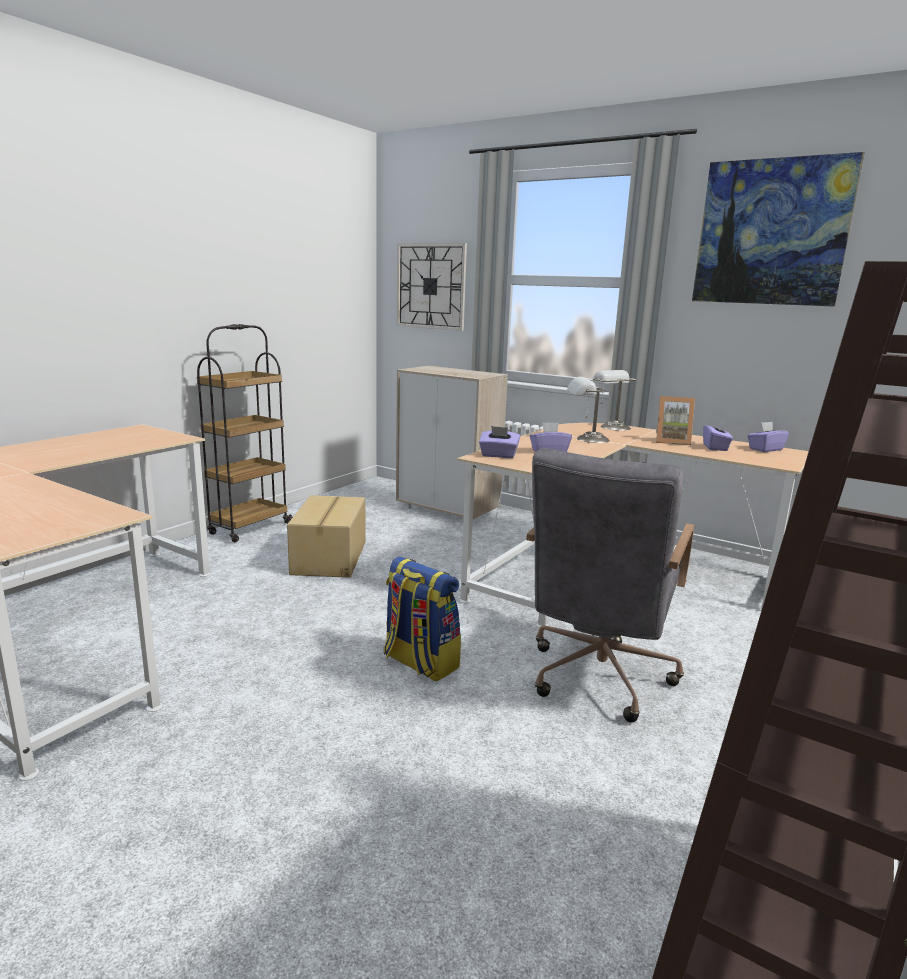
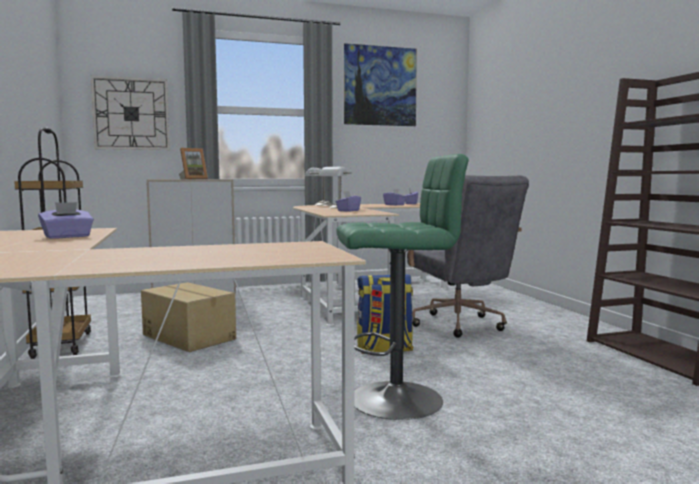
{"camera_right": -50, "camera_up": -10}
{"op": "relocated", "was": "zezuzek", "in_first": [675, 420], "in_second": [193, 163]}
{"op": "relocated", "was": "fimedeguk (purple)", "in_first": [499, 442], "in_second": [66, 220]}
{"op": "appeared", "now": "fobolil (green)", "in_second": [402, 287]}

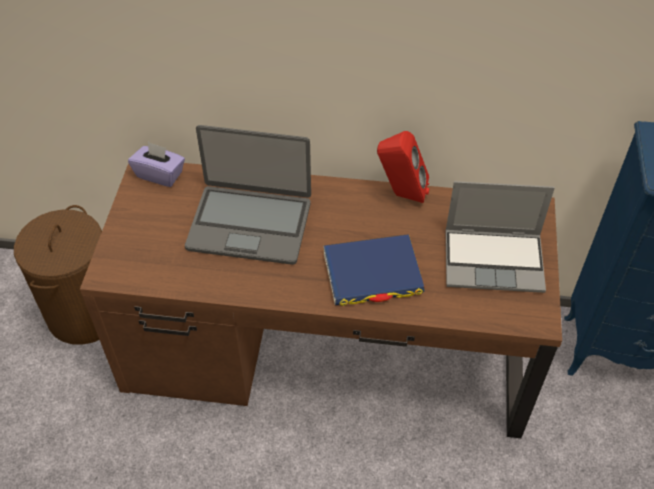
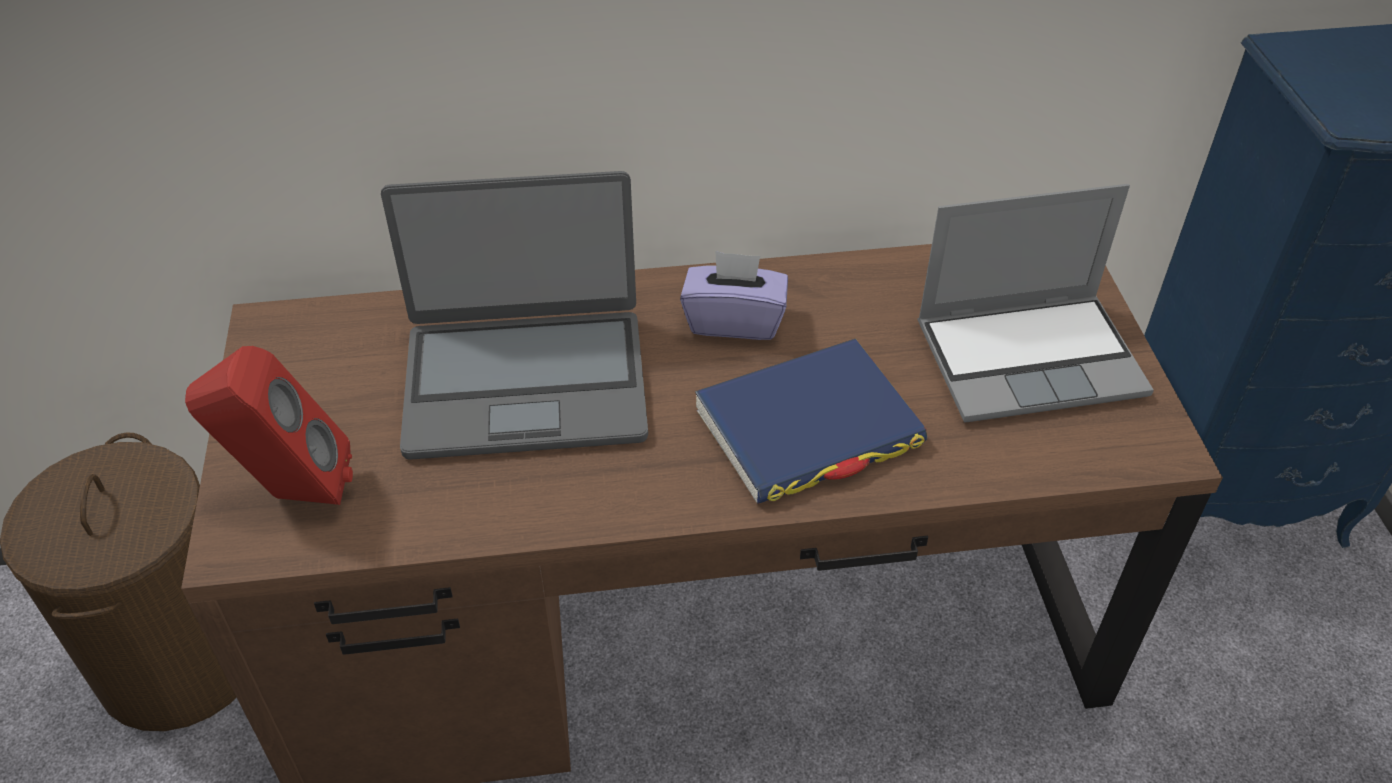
{"camera_right": -15, "camera_up": -5}
{"op": "relocated", "was": "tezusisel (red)", "in_first": [403, 167], "in_second": [269, 425]}
{"op": "relocated", "was": "fimedeguk (purple)", "in_first": [156, 164], "in_second": [734, 295]}

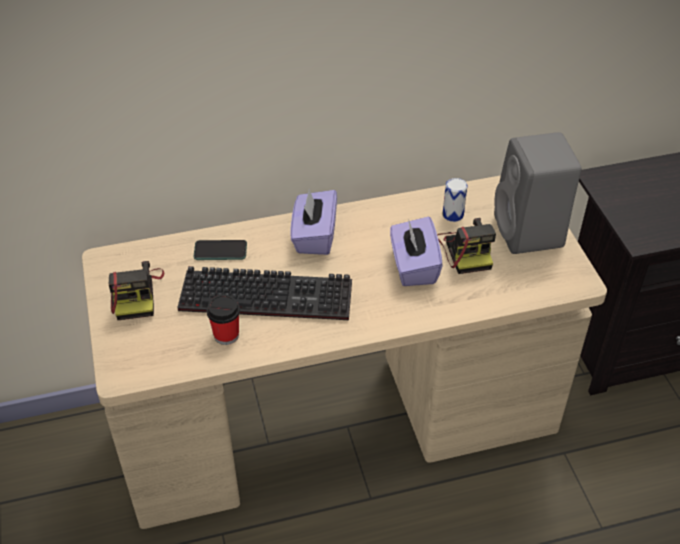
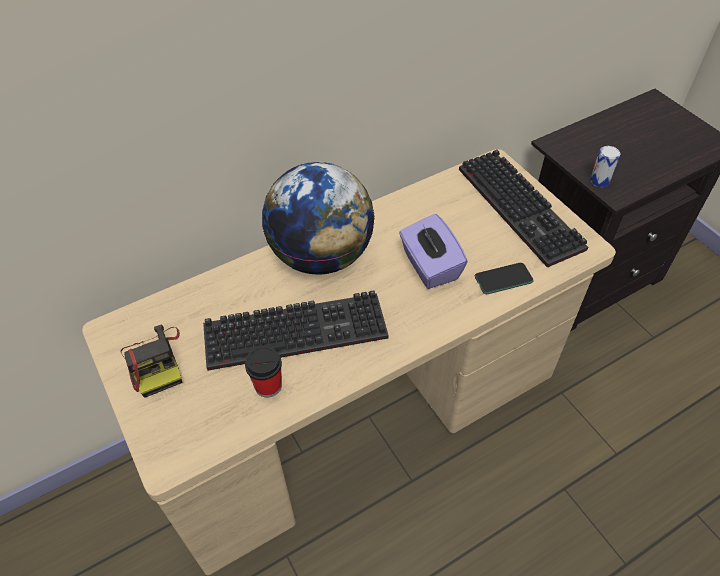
{"camera_right": -15, "camera_up": 5}
{"op": "exchanged", "was": "tezusisel (grey)", "now": "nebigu", "in_first": [537, 193], "in_second": [523, 209]}
{"op": "relocated", "was": "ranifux", "in_first": [455, 200], "in_second": [605, 166]}
{"op": "exchanged", "was": "fimedeguk (purple)", "now": "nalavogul", "in_first": [313, 222], "in_second": [318, 218]}
{"op": "missing", "was": "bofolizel", "in_first": [466, 246]}
{"op": "relocated", "was": "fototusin", "in_first": [220, 250], "in_second": [504, 278]}

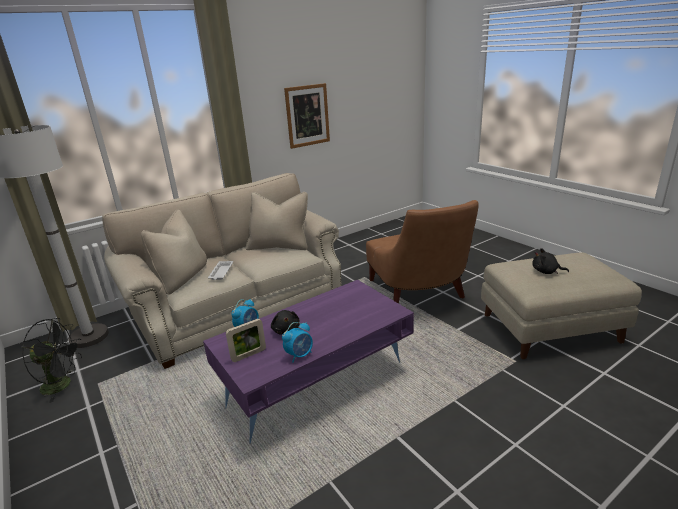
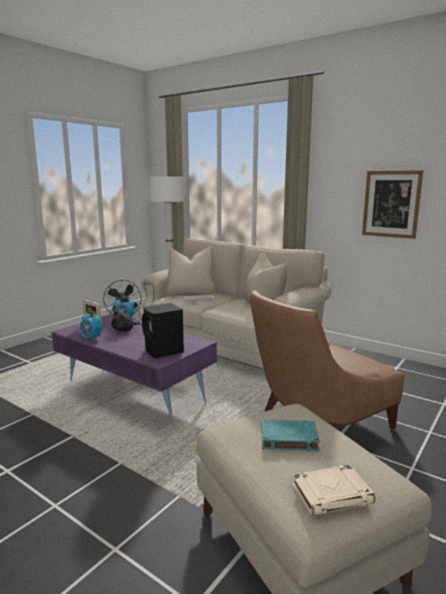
{"camera_right": 70, "camera_up": -10}
{"op": "exchanged", "was": "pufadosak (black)", "now": "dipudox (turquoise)", "in_first": [550, 261], "in_second": [290, 435]}
{"op": "appeared", "now": "tezusisel (black)", "in_second": [163, 330]}
{"op": "appeared", "now": "dipudox (beige)", "in_second": [333, 490]}

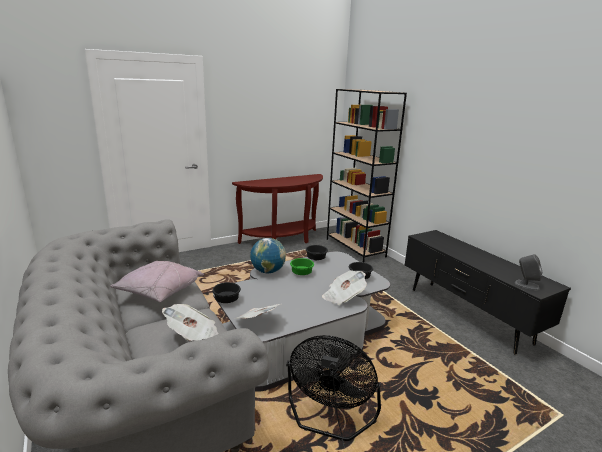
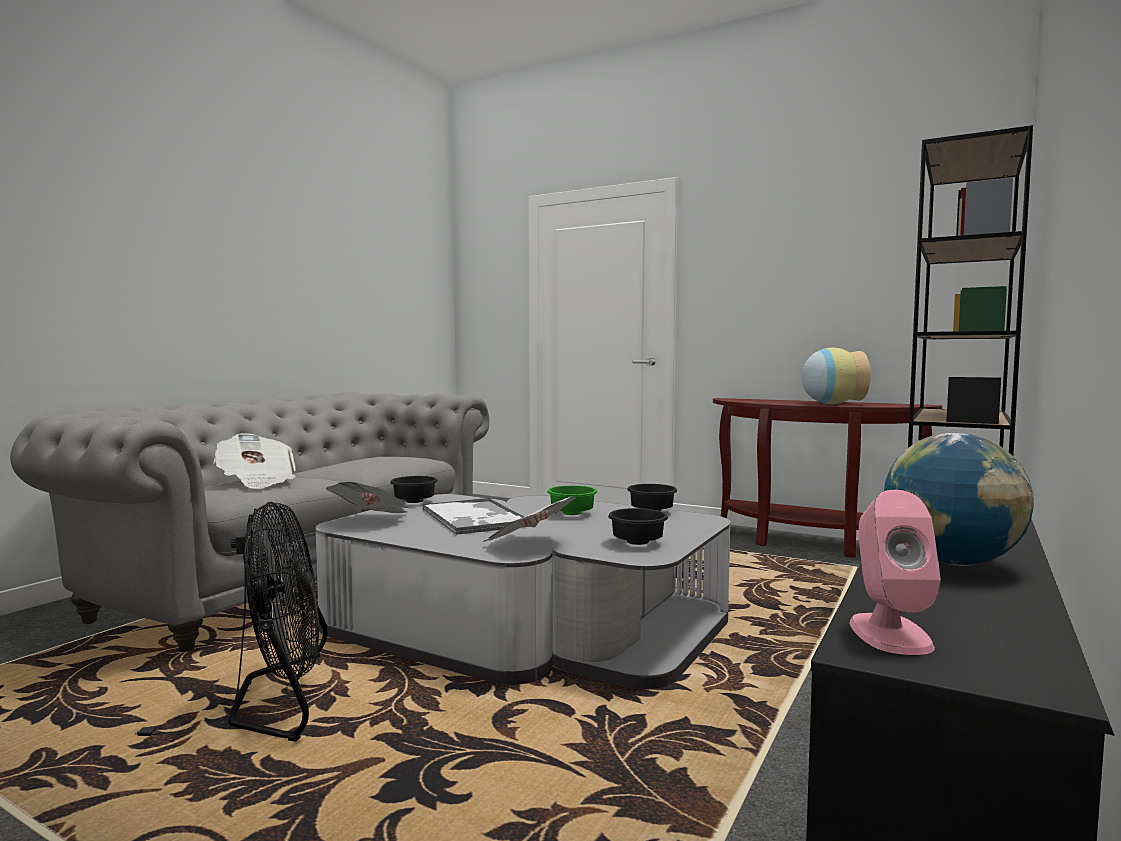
{"camera_right": 60, "camera_up": -15}
{"op": "relocated", "was": "nalavogul", "in_first": [268, 255], "in_second": [959, 499]}
{"op": "colour", "was": "tezusisel (grey)", "now": "tezusisel (pink)", "in_first": [528, 272], "in_second": [895, 572]}
{"op": "missing", "was": "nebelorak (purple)", "in_first": [157, 281]}
{"op": "appeared", "now": "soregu", "in_second": [836, 376]}
{"op": "appeared", "now": "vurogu", "in_second": [474, 516]}

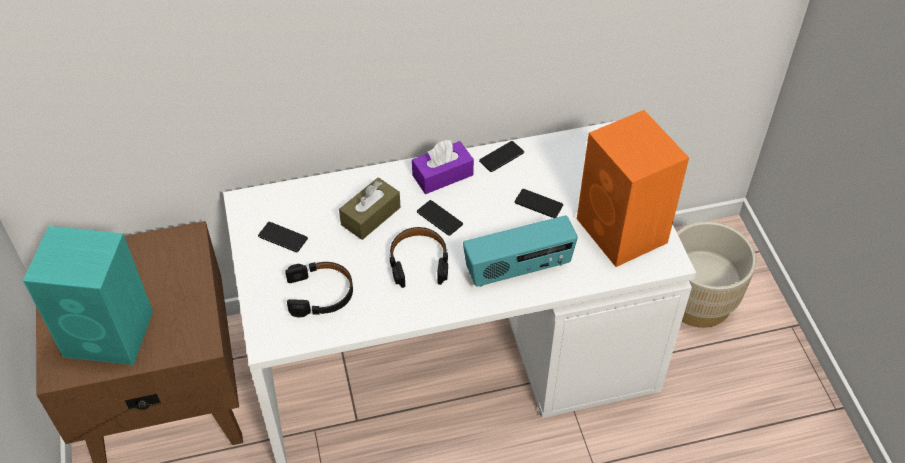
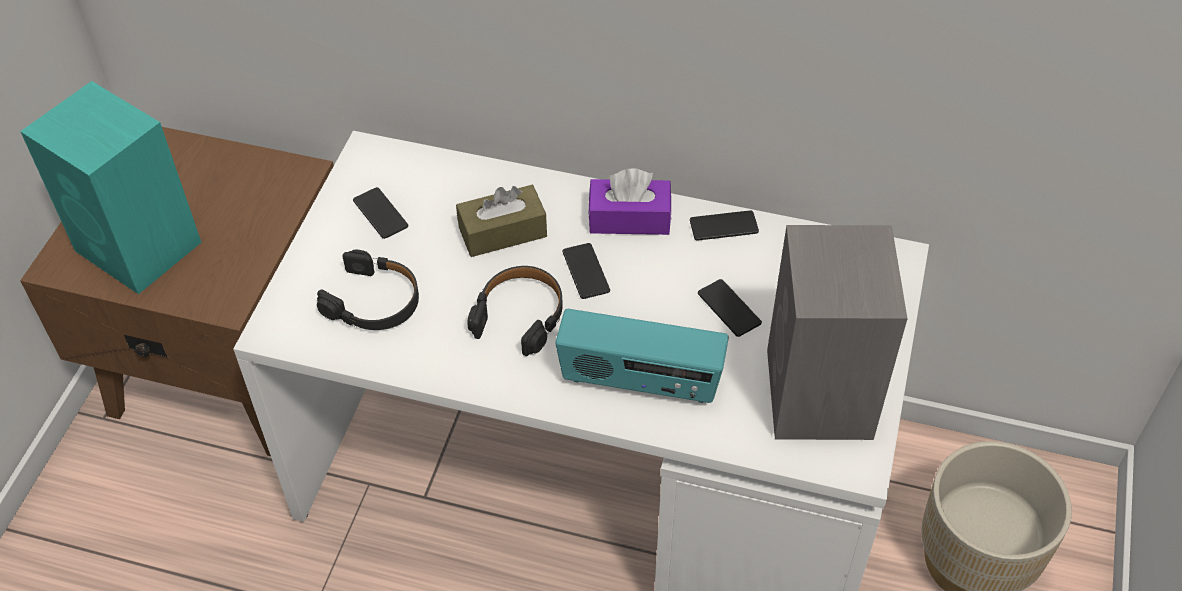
{"camera_right": 30, "camera_up": 0}
{"op": "colour", "was": "tezusisel (orange)", "now": "tezusisel (grey)", "in_first": [633, 188], "in_second": [837, 332]}

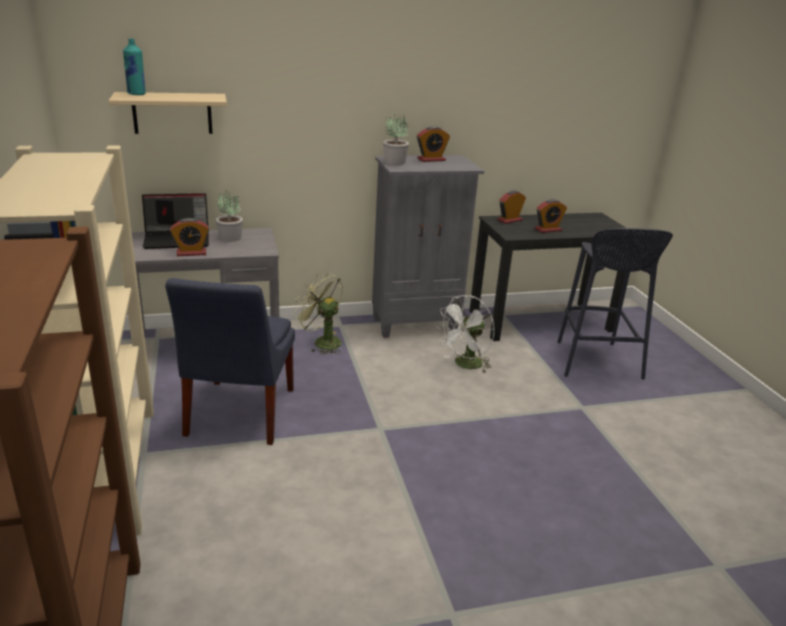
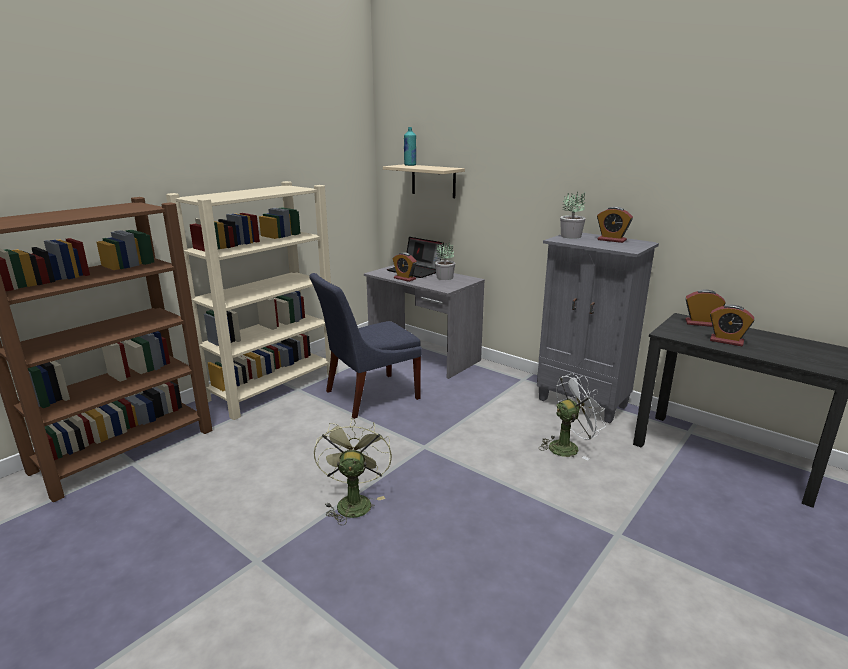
{"camera_right": 55, "camera_up": -5}
{"op": "missing", "was": "fobolil (grey)", "in_first": [615, 304]}
{"op": "relocated", "was": "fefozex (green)", "in_first": [318, 314], "in_second": [353, 471]}
{"op": "spun", "was": "fefozex (white)", "in_first": [466, 334], "in_second": [572, 417], "clockwise": 150}

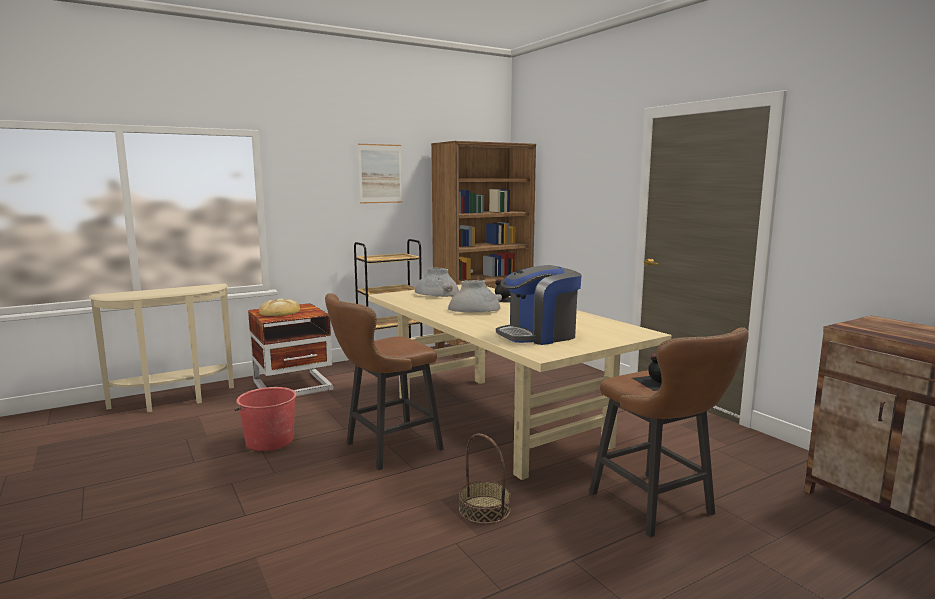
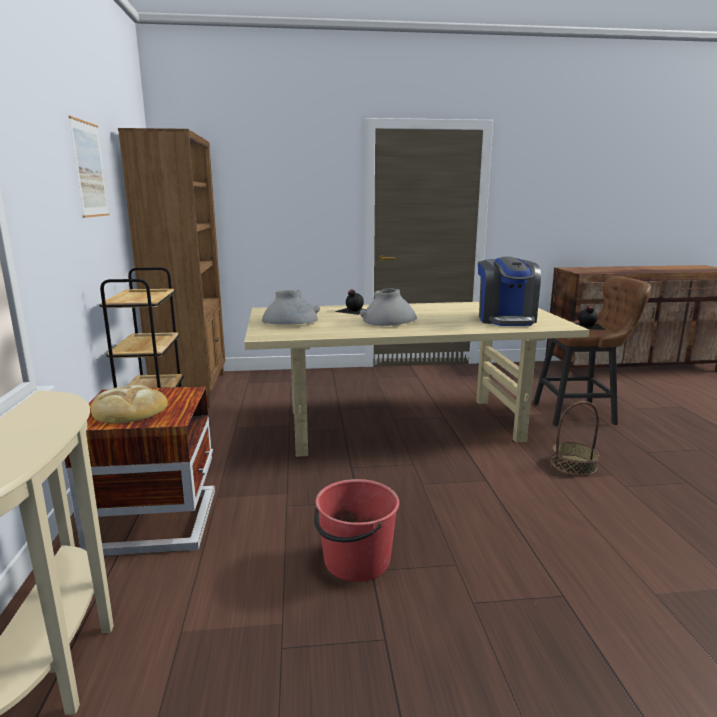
{"camera_right": -65, "camera_up": 5}
{"op": "missing", "was": "fobolil (brown)", "in_first": [384, 381]}

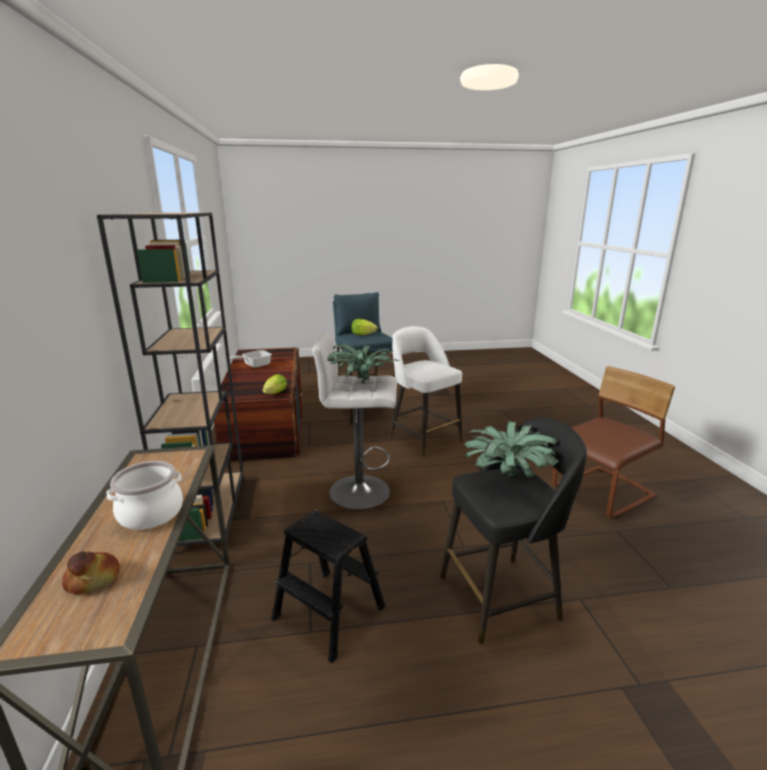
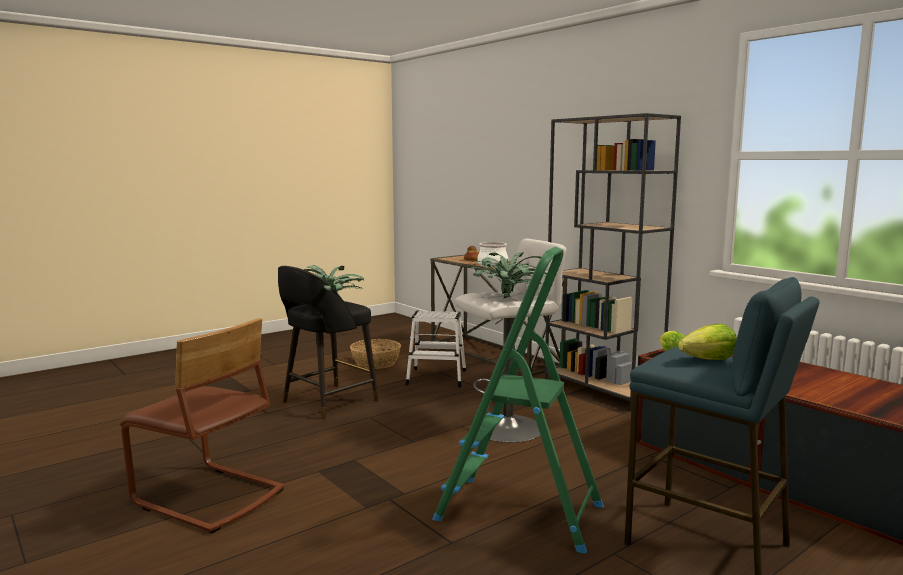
{"camera_right": 150, "camera_up": -10}
{"op": "exchanged", "was": "fobolil (white)", "now": "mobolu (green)", "in_first": [426, 391], "in_second": [518, 400]}
{"op": "missing", "was": "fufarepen", "in_first": [250, 359]}
{"op": "spun", "was": "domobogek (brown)", "in_first": [613, 442], "in_second": [202, 426], "clockwise": -90}
{"op": "colour", "was": "mobolu (black)", "now": "mobolu (white)", "in_first": [328, 586], "in_second": [435, 349]}
{"op": "appeared", "now": "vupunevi", "in_second": [375, 354]}

